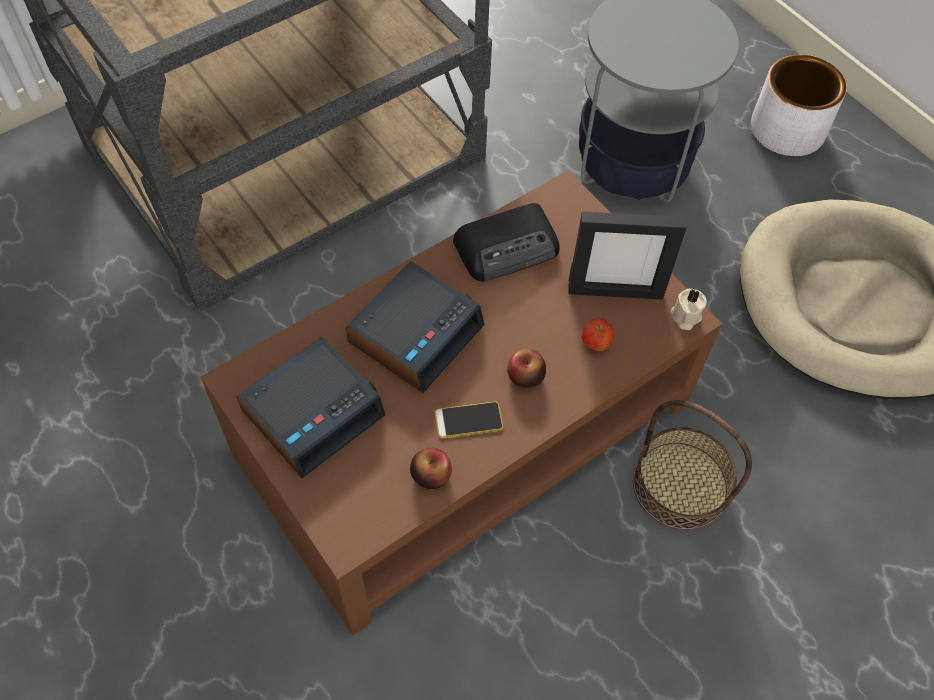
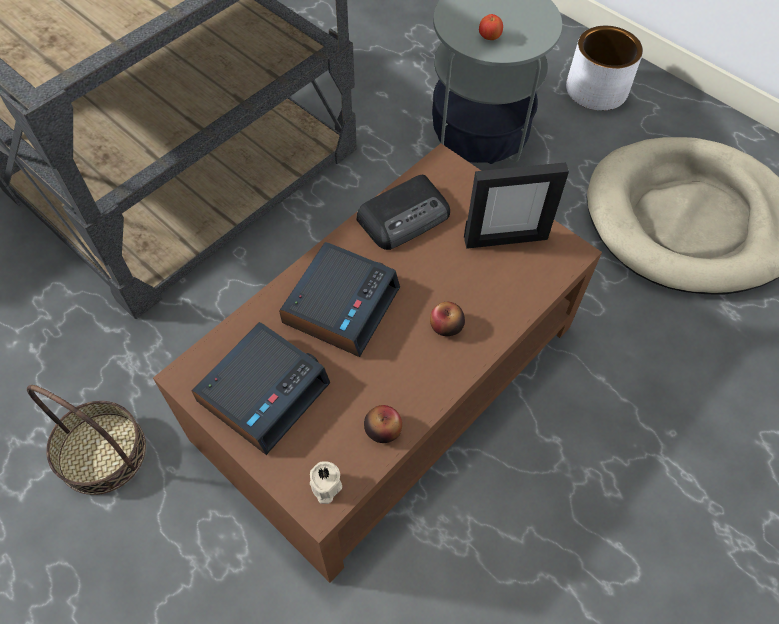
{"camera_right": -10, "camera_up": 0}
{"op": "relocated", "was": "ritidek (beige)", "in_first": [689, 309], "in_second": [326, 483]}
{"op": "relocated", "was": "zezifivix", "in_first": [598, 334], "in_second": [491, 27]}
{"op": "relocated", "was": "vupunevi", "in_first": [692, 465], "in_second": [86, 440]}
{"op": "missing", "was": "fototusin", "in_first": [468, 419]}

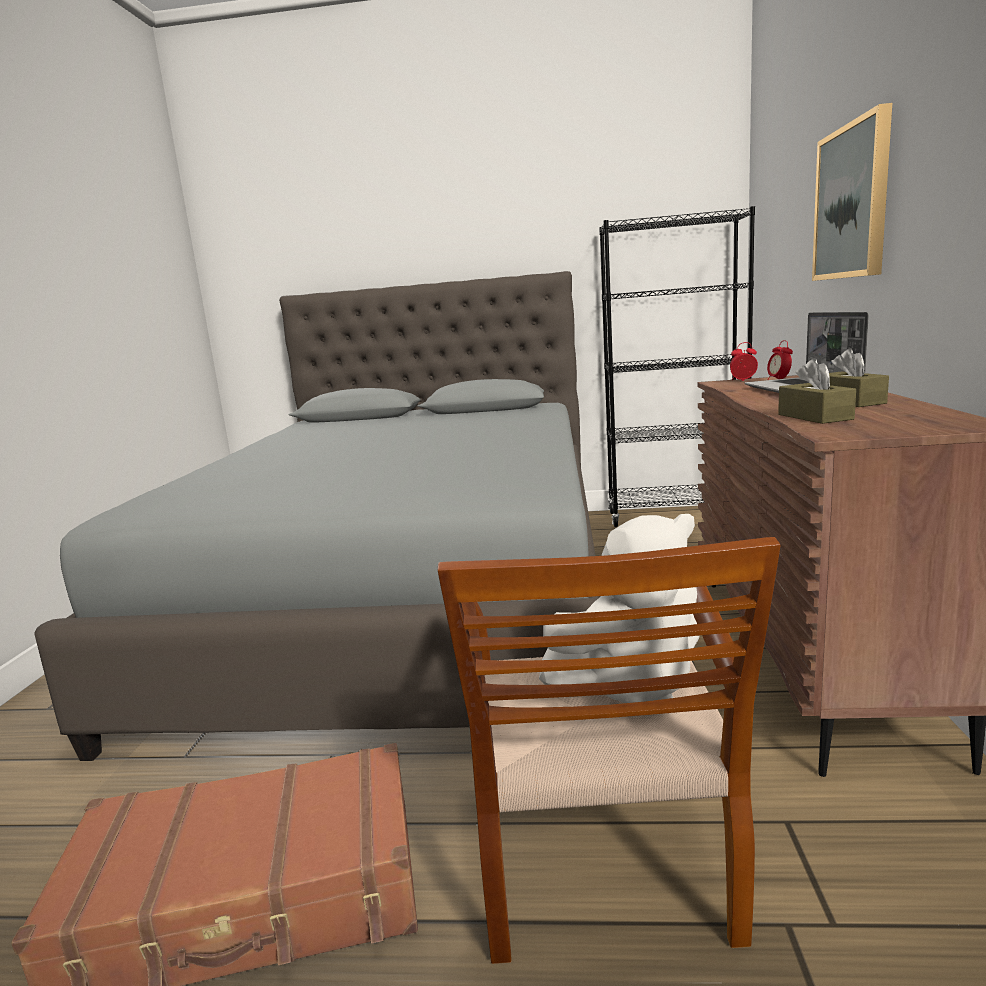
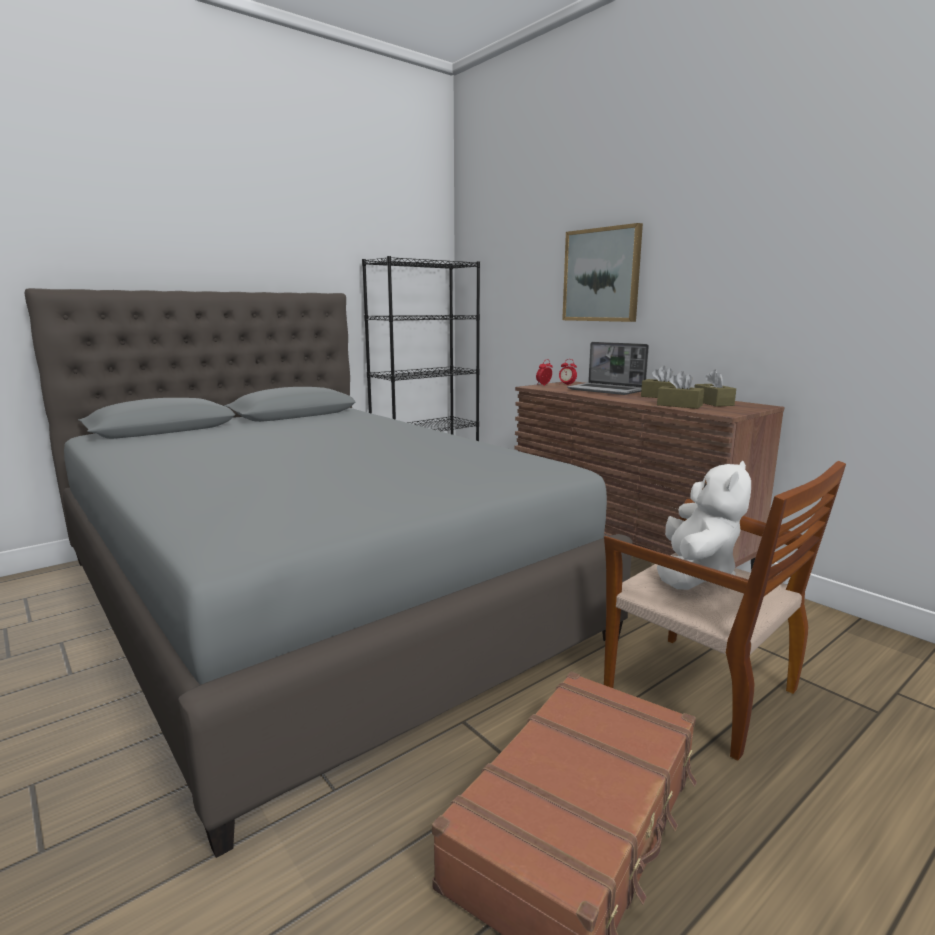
{"camera_right": -45, "camera_up": 0}
{"op": "appeared", "now": "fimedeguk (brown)", "in_second": [715, 388]}

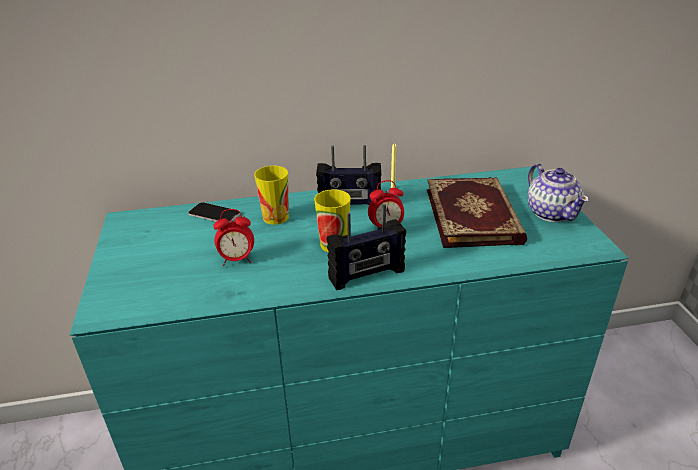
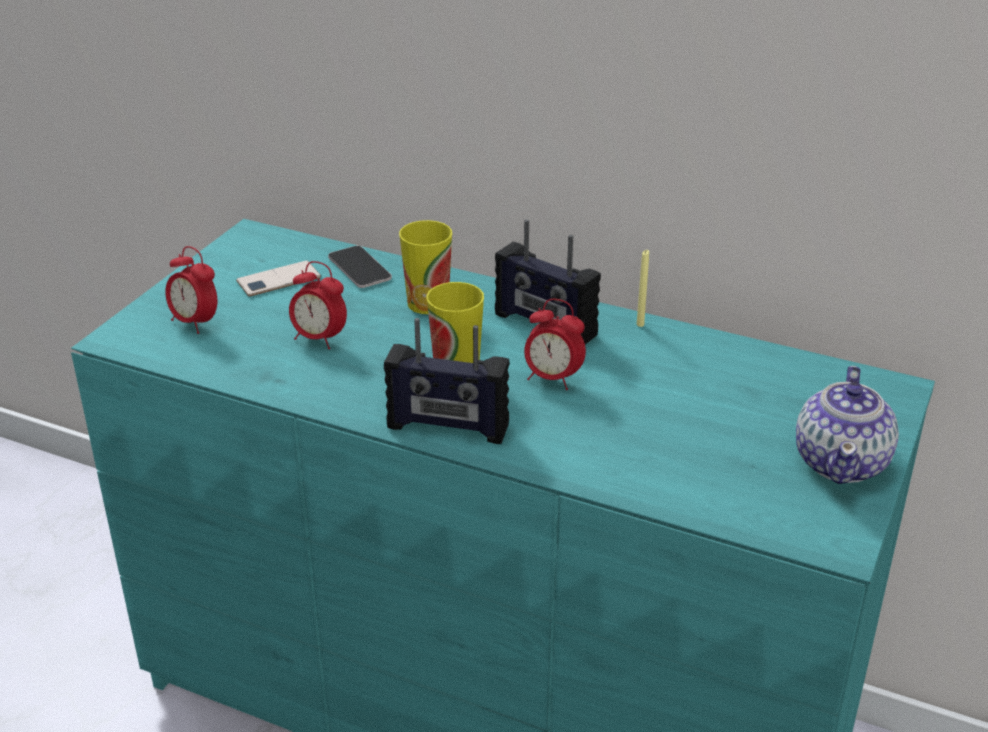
{"camera_right": 35, "camera_up": 0}
{"op": "missing", "was": "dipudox", "in_first": [477, 212]}
{"op": "appeared", "now": "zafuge", "in_second": [191, 290]}
{"op": "appeared", "now": "fototusin", "in_second": [278, 278]}

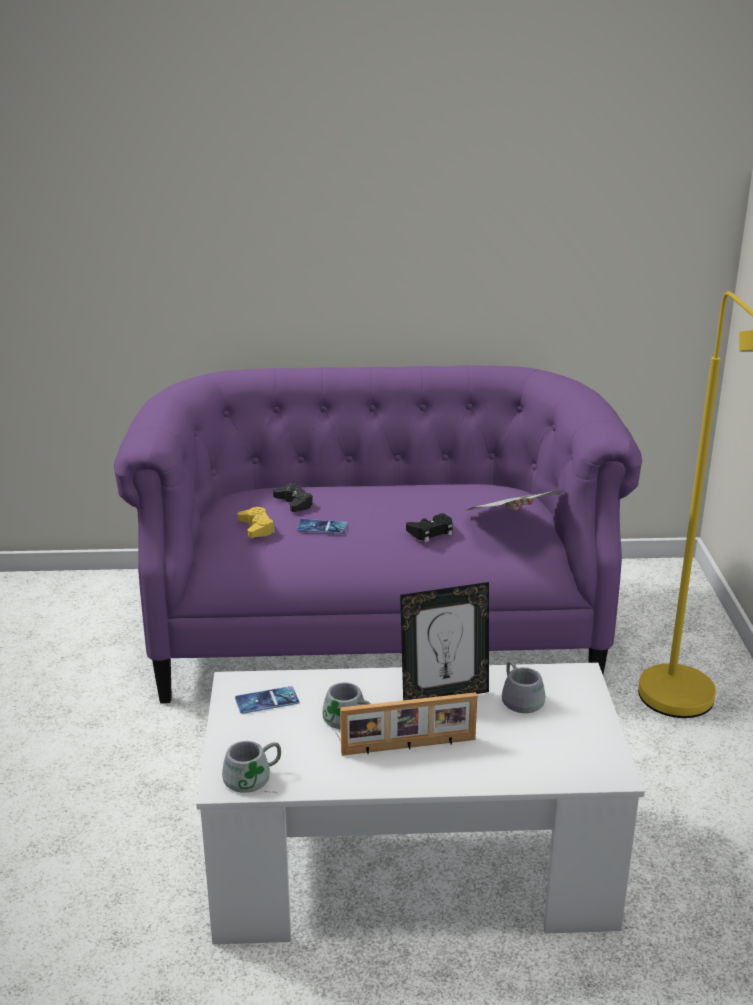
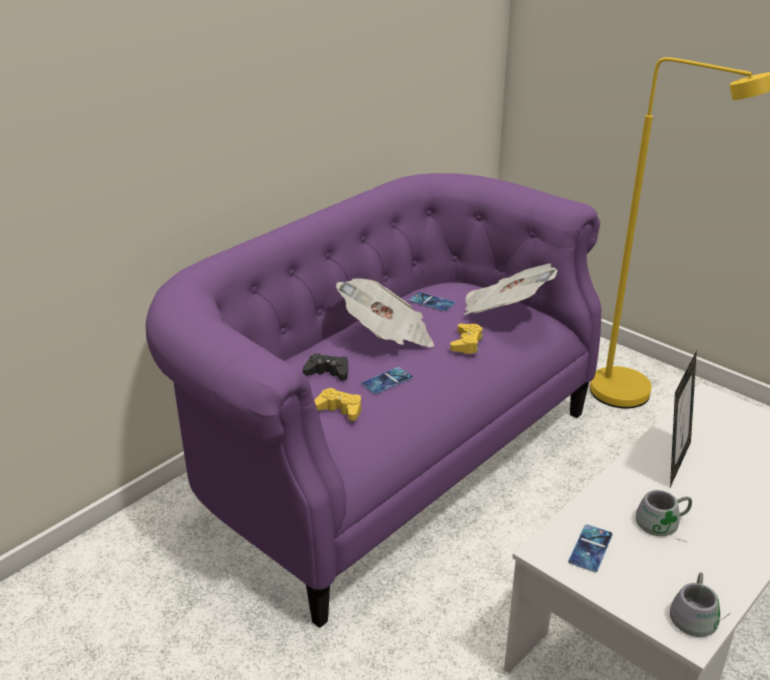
{"camera_right": -45, "camera_up": 5}
{"op": "colour", "was": "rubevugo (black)", "now": "rubevugo (yellow)", "in_first": [429, 527], "in_second": [466, 339]}
{"op": "missing", "was": "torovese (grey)", "in_first": [524, 686]}
{"op": "missing", "was": "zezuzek", "in_first": [408, 724]}
{"op": "appeared", "now": "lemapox", "in_second": [385, 312]}
{"op": "appeared", "now": "fototusin", "in_second": [432, 301]}

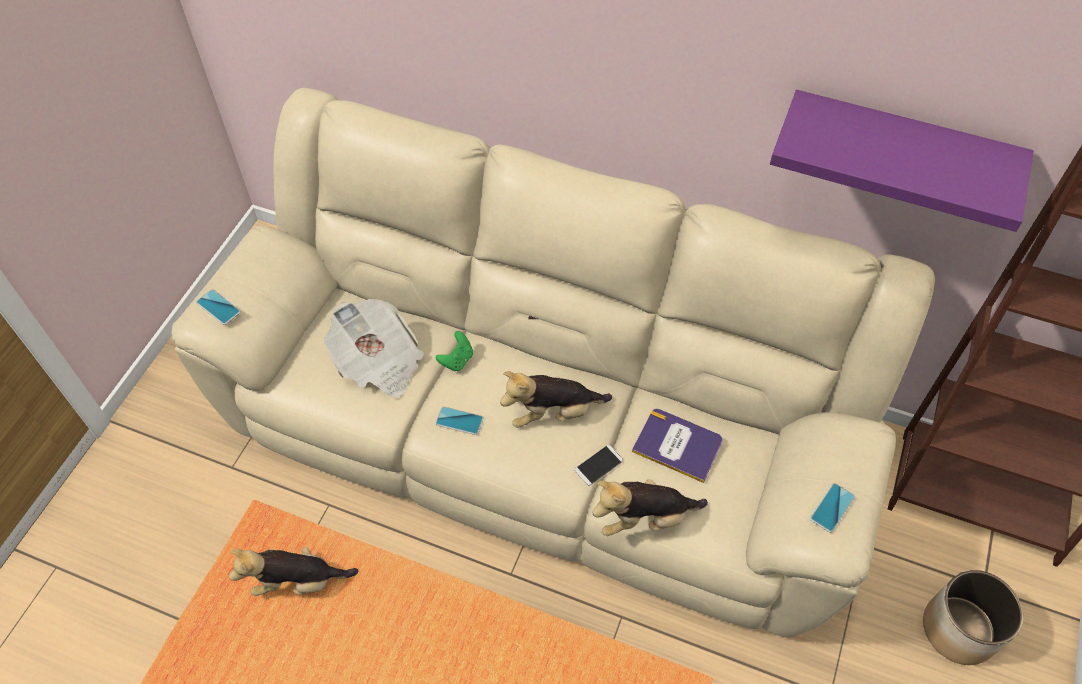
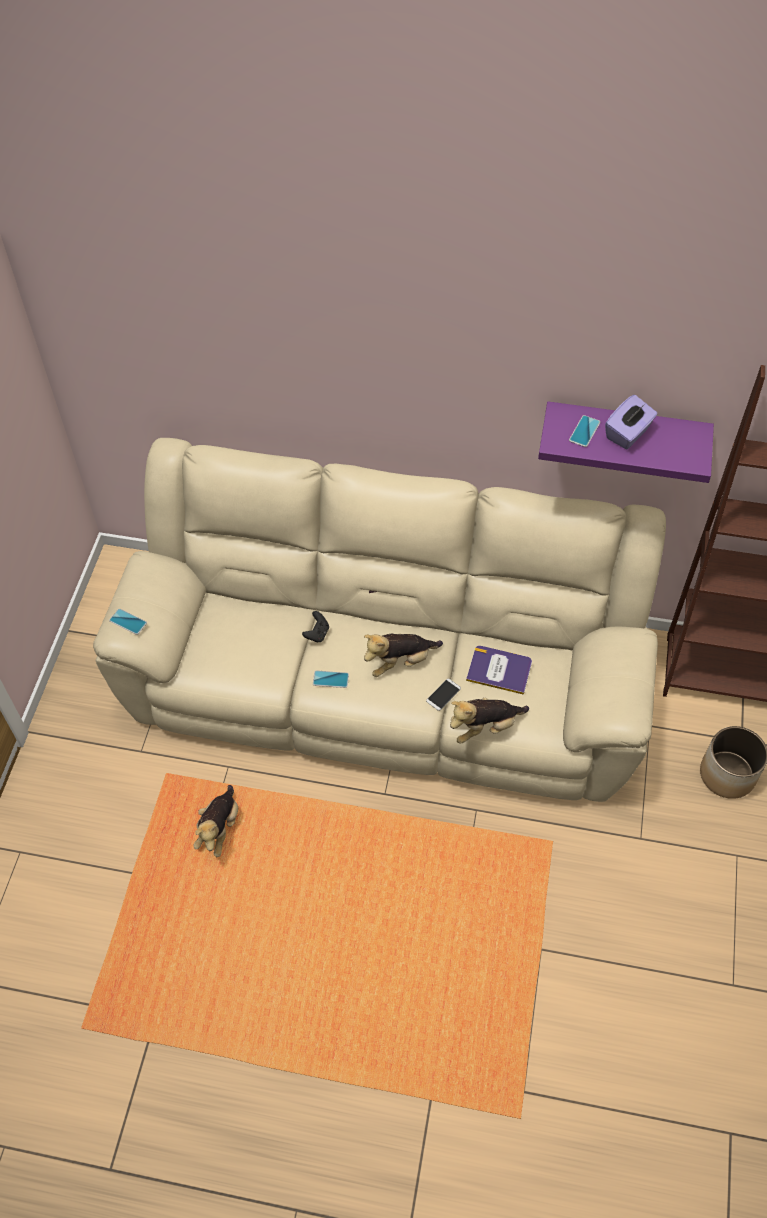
{"camera_right": -10, "camera_up": 0}
{"op": "missing", "was": "lemapox", "in_first": [374, 348]}
{"op": "colour", "was": "rubevugo (green)", "now": "rubevugo (black)", "in_first": [454, 351], "in_second": [315, 627]}
{"op": "relocated", "was": "fototusin", "in_first": [832, 508], "in_second": [584, 431]}
{"op": "spun", "was": "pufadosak", "in_first": [293, 571], "in_second": [216, 821], "clockwise": -60}
{"op": "appeared", "now": "fimedeguk (purple)", "in_second": [631, 422]}

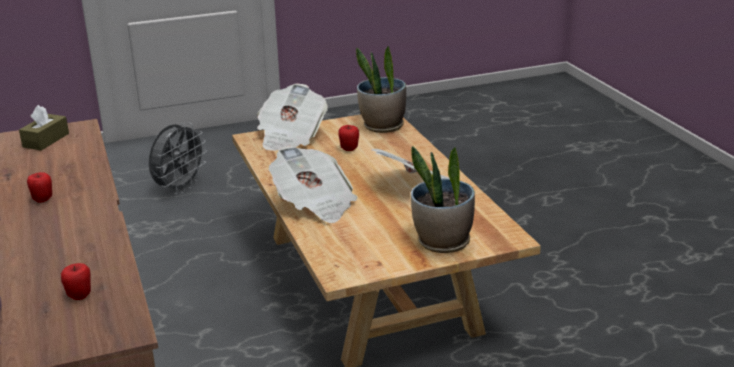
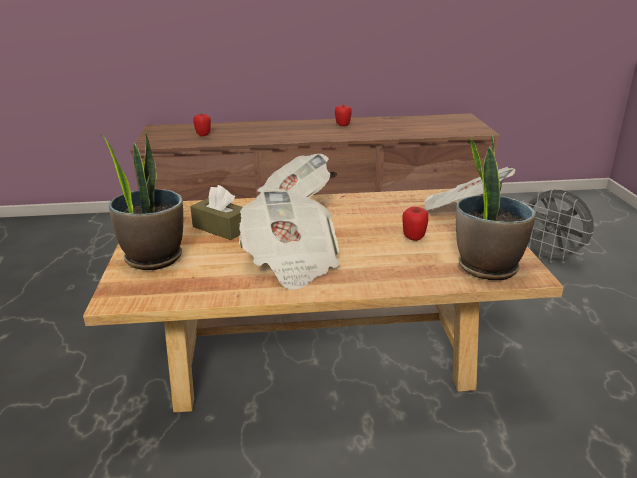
{"camera_right": 105, "camera_up": 0}
{"op": "relocated", "was": "fimedeguk (brown)", "in_first": [44, 128], "in_second": [216, 212]}

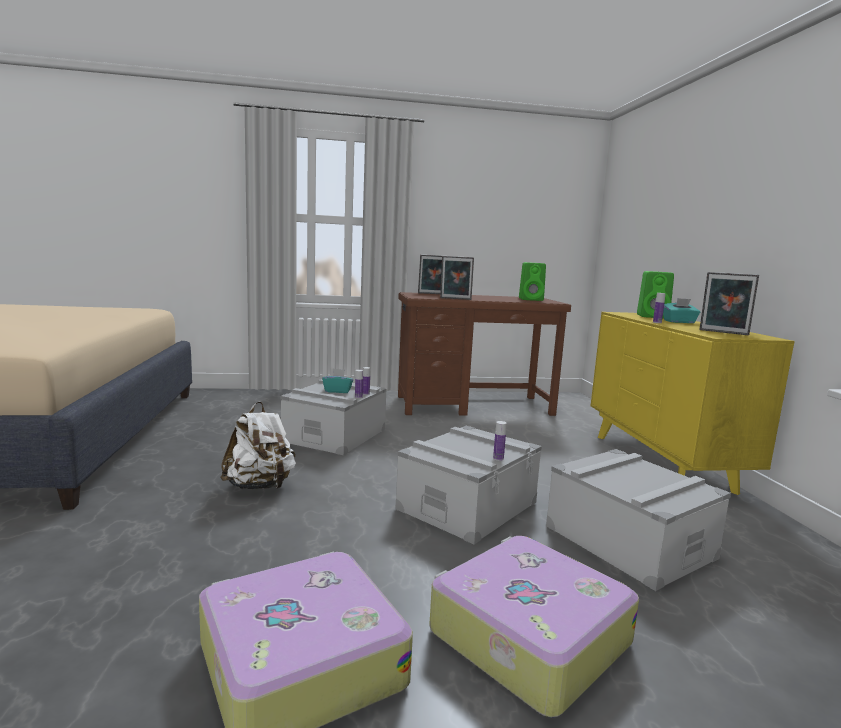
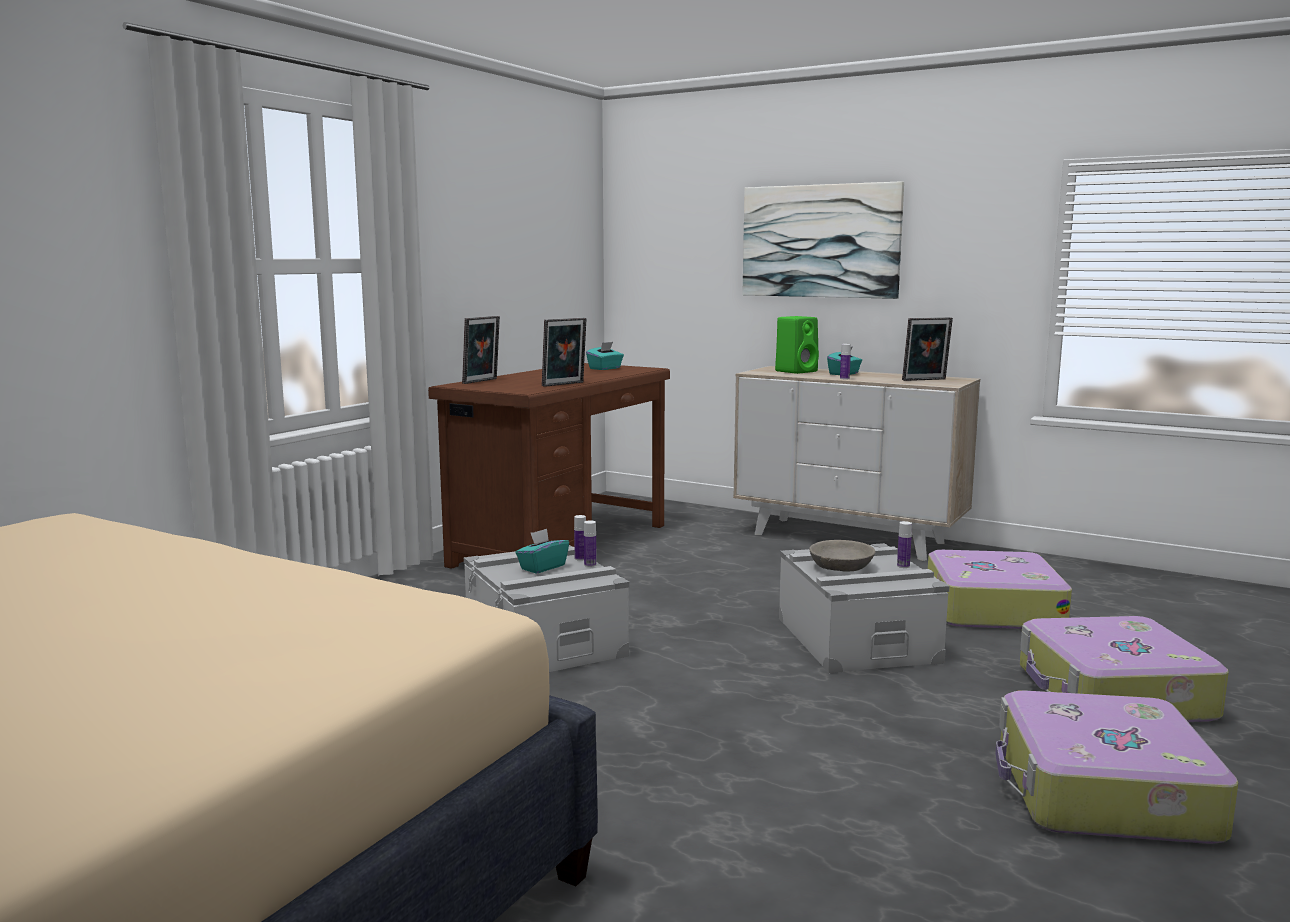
{"camera_right": -50, "camera_up": 0}
{"op": "exchanged", "was": "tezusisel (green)", "now": "fimedeguk (turquoise)", "in_first": [532, 281], "in_second": [605, 356]}
{"op": "colour", "was": "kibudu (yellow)", "now": "kibudu (white)", "in_first": [692, 403], "in_second": [856, 463]}
{"op": "missing", "was": "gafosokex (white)", "in_first": [258, 446]}
{"op": "exchanged", "was": "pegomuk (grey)", "now": "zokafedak", "in_first": [638, 520], "in_second": [1000, 589]}
{"op": "appeared", "now": "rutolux", "in_second": [823, 240]}
{"op": "appeared", "now": "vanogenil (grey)", "in_second": [842, 556]}

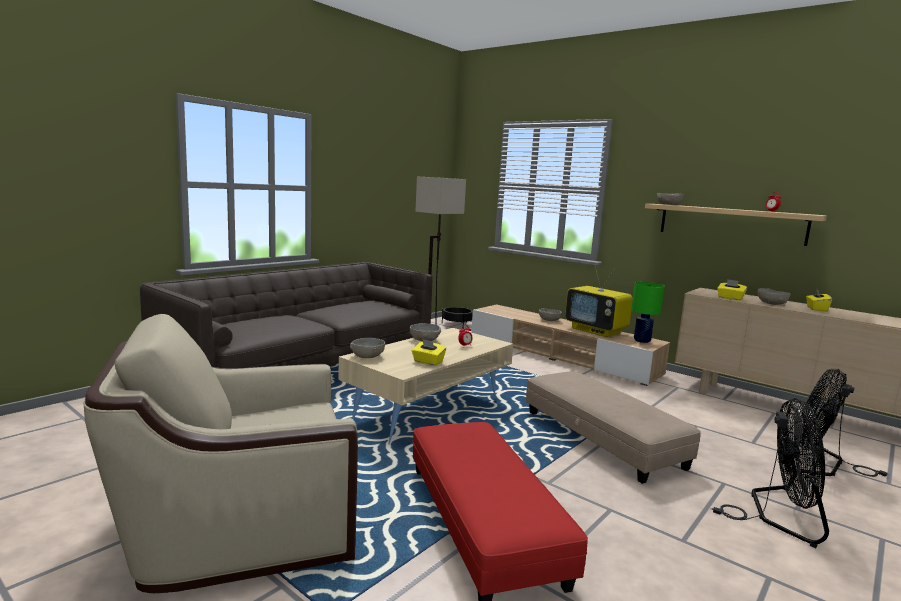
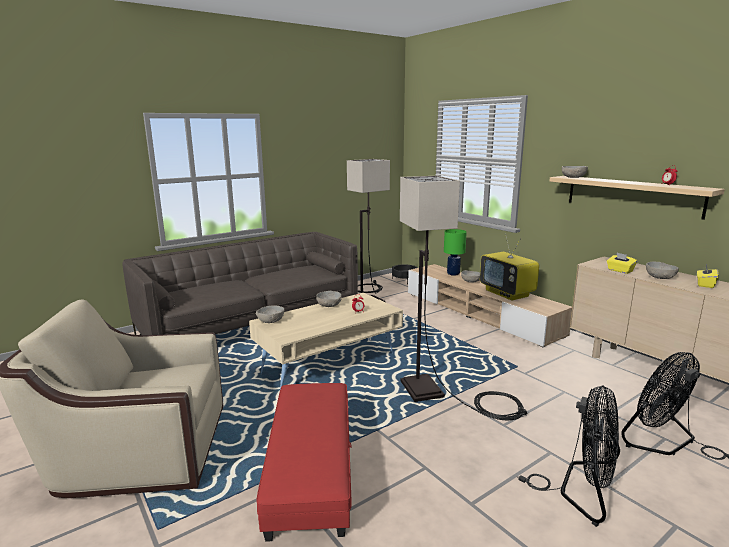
{"camera_right": 15, "camera_up": 5}
{"op": "relocated", "was": "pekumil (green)", "in_first": [648, 312], "in_second": [455, 252]}
{"op": "missing", "was": "fimedeguk (yellow)", "in_first": [429, 352]}
{"op": "exchanged", "was": "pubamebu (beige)", "now": "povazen", "in_first": [613, 427], "in_second": [463, 298]}

